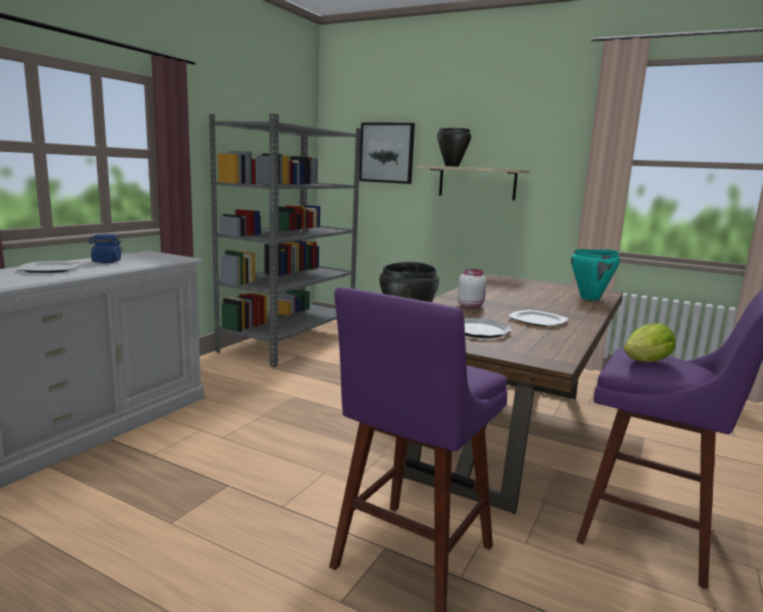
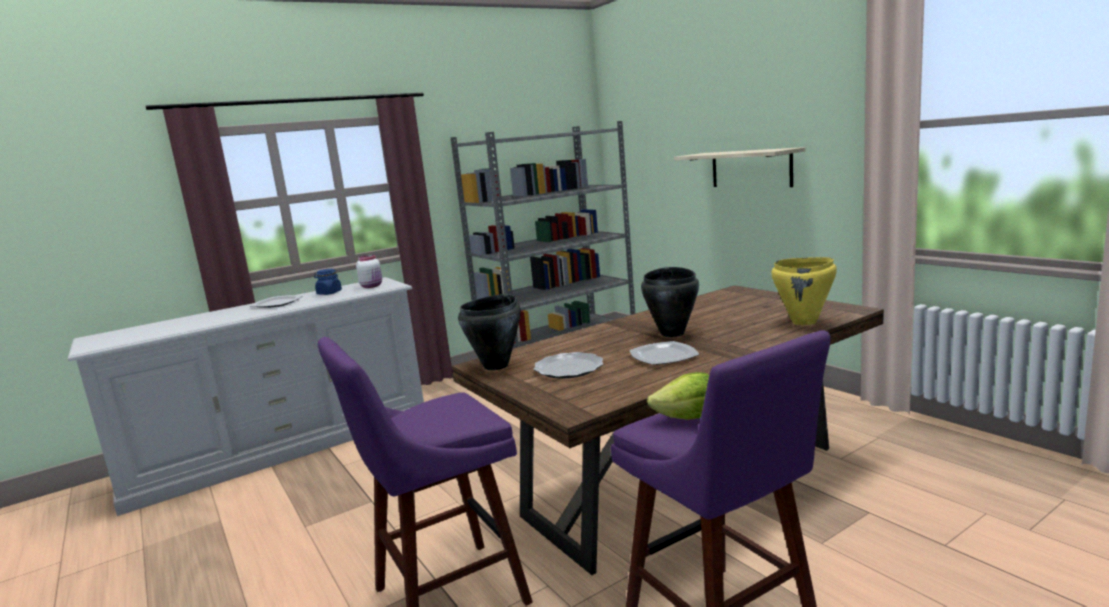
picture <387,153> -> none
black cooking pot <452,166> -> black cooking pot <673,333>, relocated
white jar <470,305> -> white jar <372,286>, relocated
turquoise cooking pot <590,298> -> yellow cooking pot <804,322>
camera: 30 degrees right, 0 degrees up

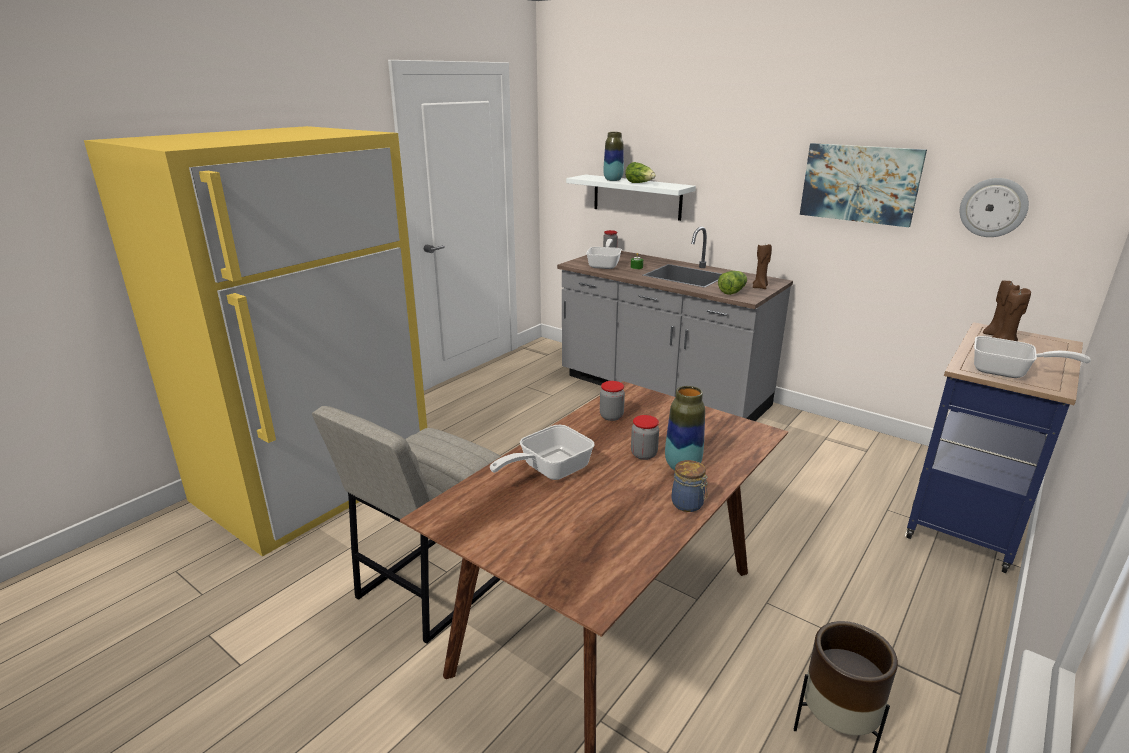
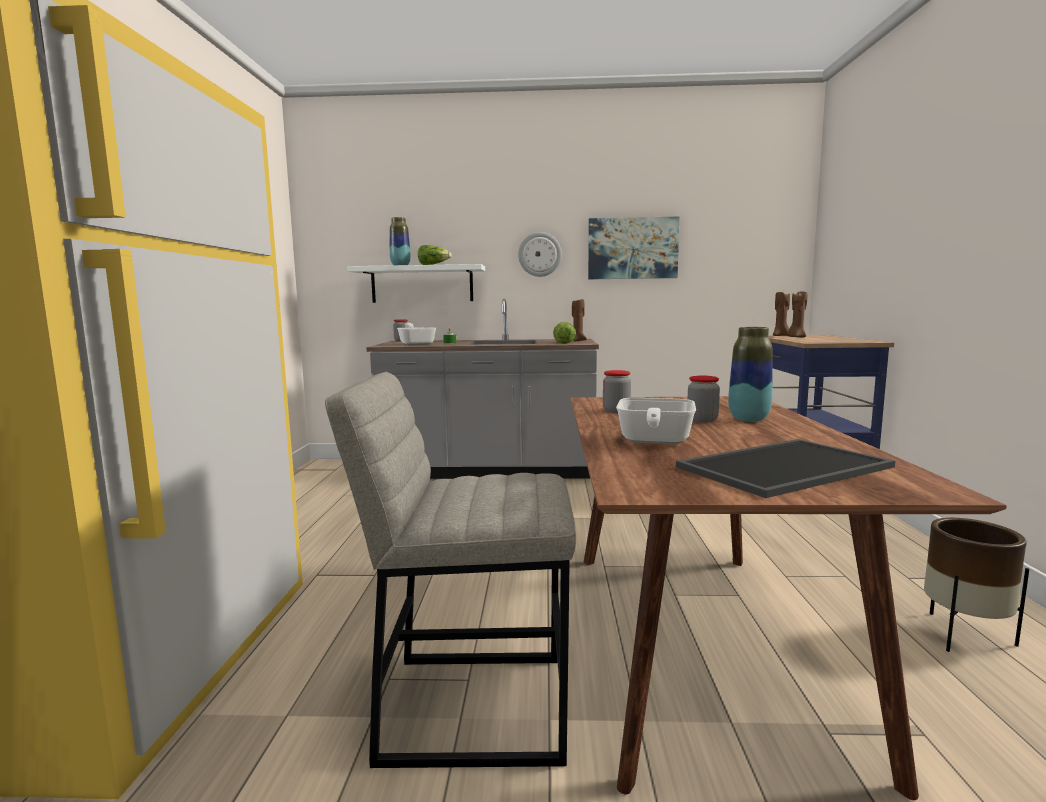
grey chair <429,588> -> grey chair <469,706>, 90 degrees clockwise
jar <688,504> -> none
wall clock <993,207> -> wall clock <539,254>, relocated
frying pan <1008,372> -> none
none -> tray <783,466>
camera: 35 degrees left, 15 degrees down

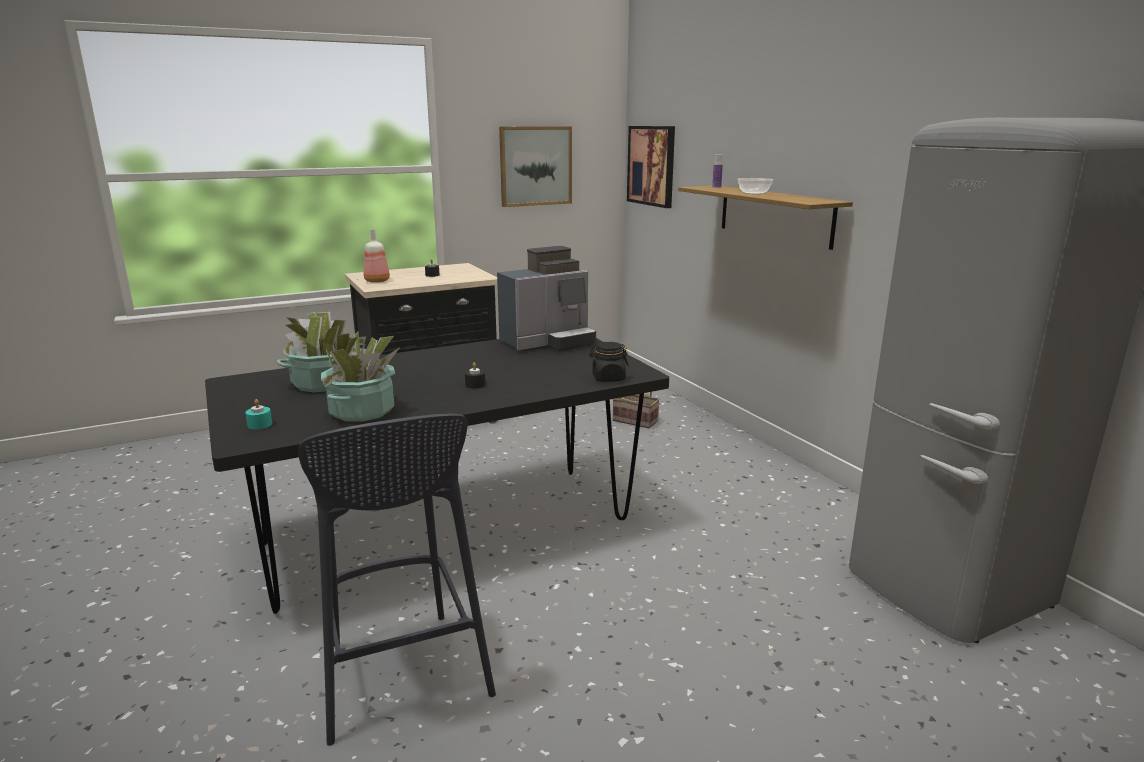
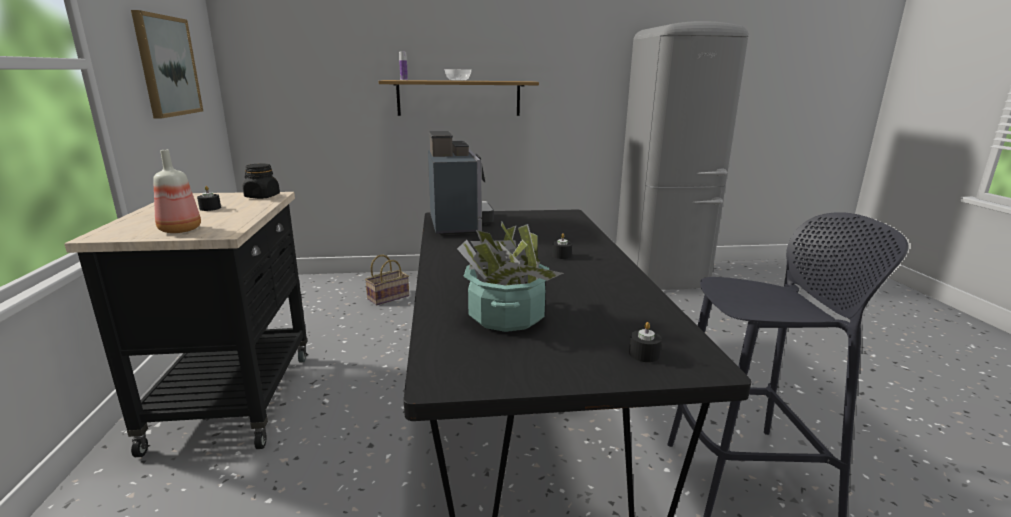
turquoise candle <260,424> -> black candle <644,354>
potted plant <362,411> -> none
black jar <608,378> -> black jar <262,196>, relocated
picture <651,165> -> none
camera: 70 degrees left, 0 degrees up

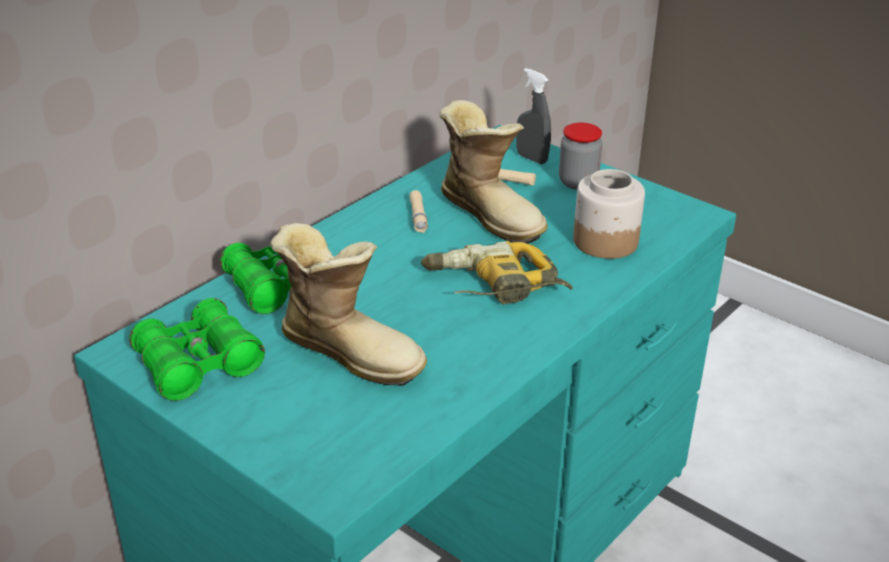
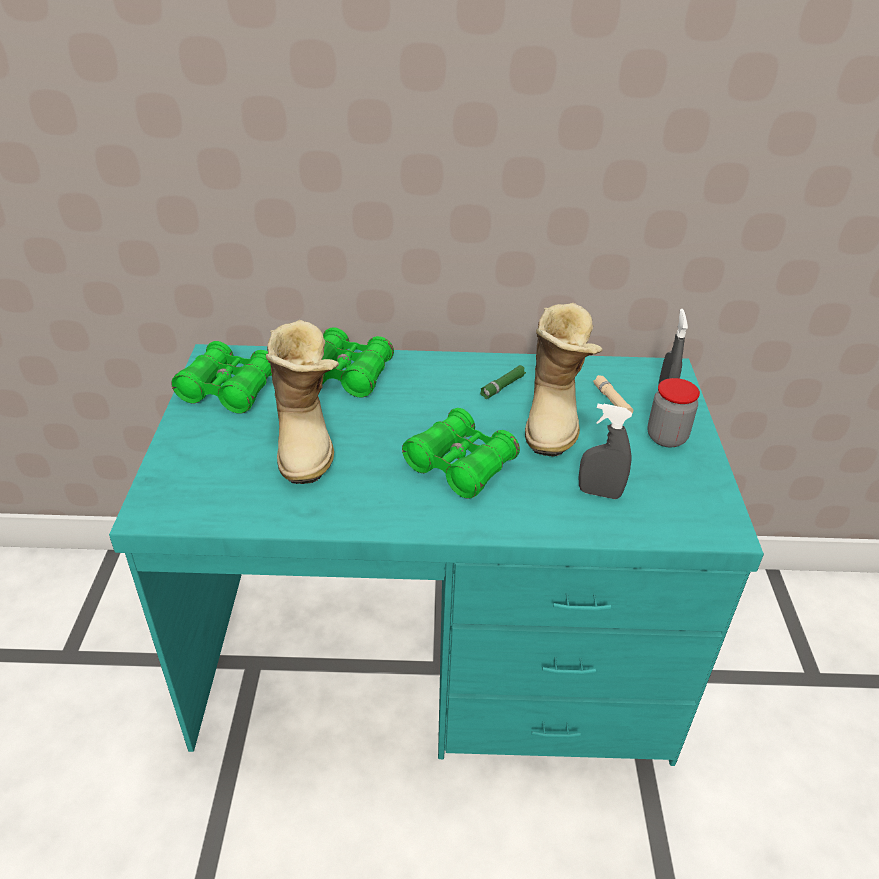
beige flashlight <418,216> -> green flashlight <502,386>
power drill <493,286> -> green binoculars <460,465>
jar <604,241> -> grey spray bottle <599,493>
camera: 50 degrees right, 5 degrees up

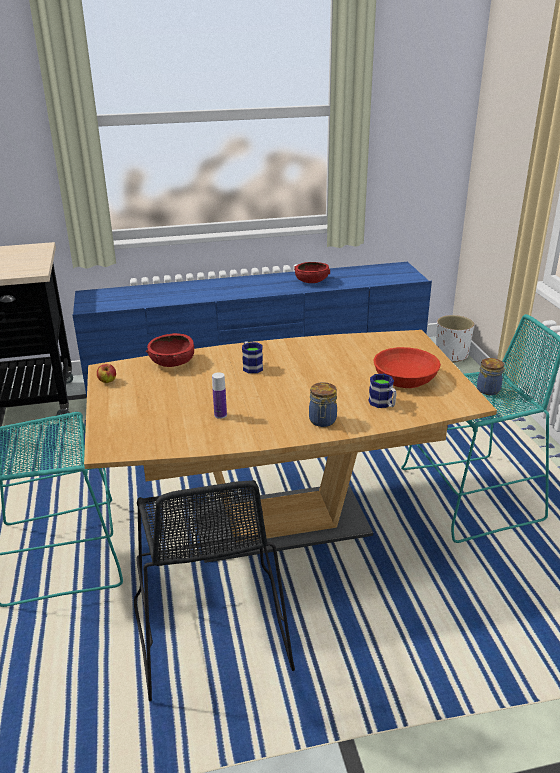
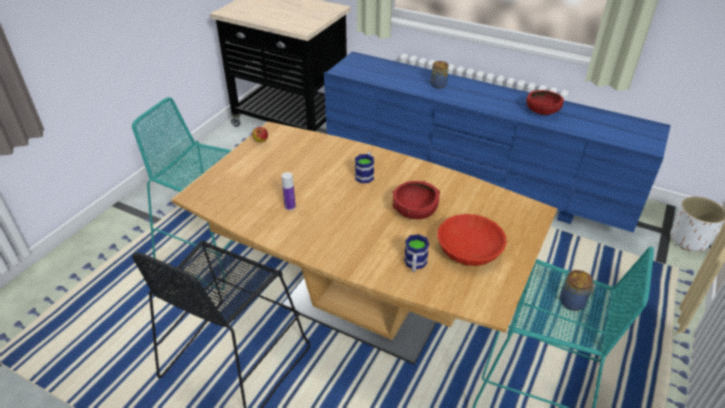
red bowl <172,362> -> red bowl <415,211>, relocated
jar <322,421> -> jar <438,85>, relocated
camera: 40 degrees right, 10 degrees up

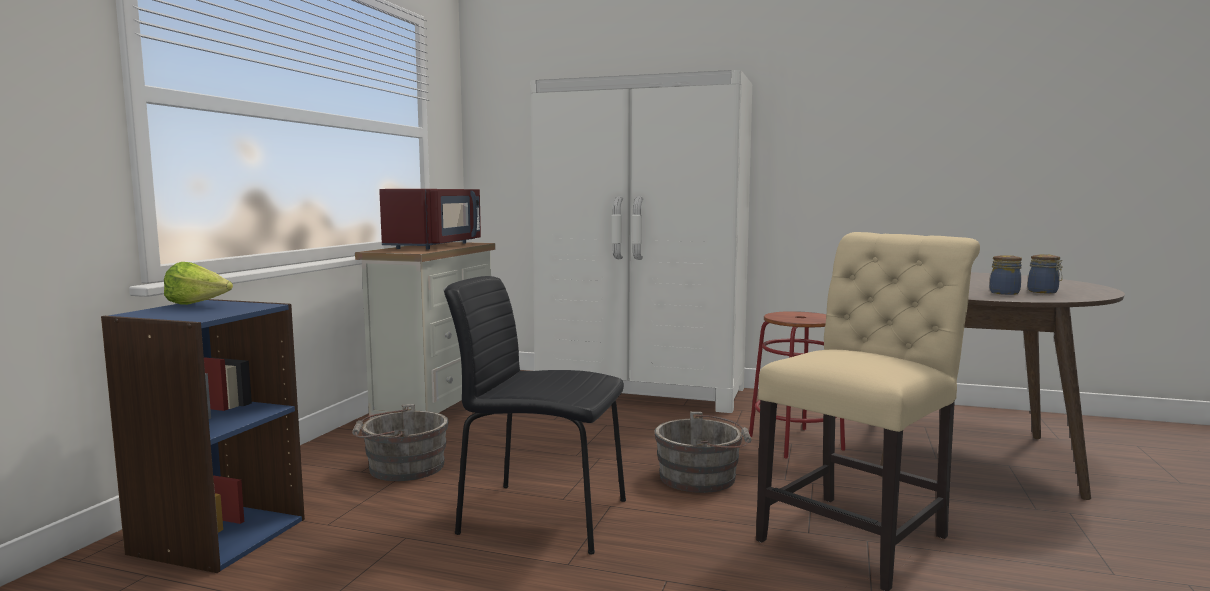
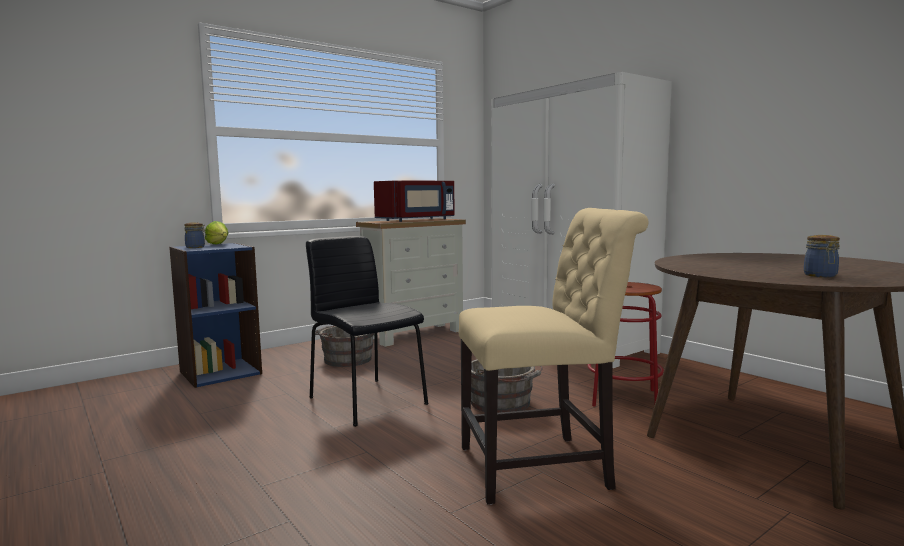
jar <1004,293> -> jar <196,247>, relocated
camera: 35 degrees right, 0 degrees up

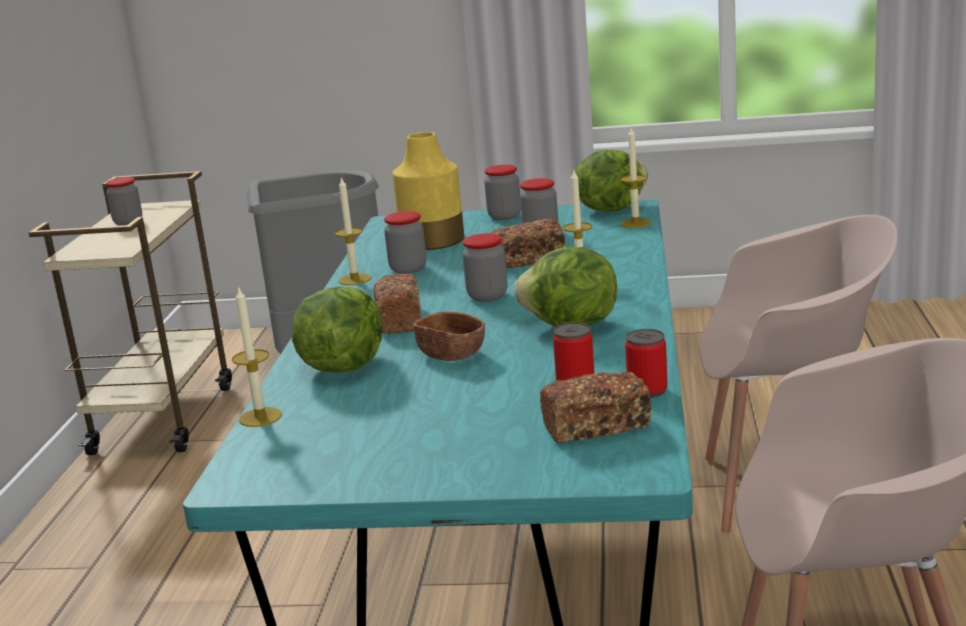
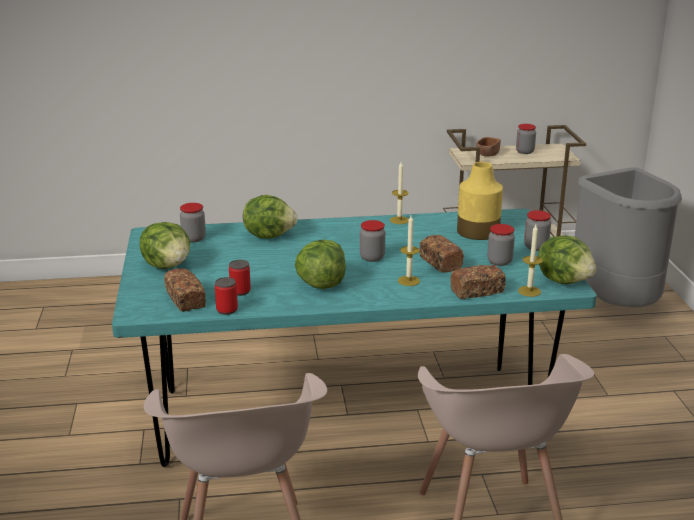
candle <260,417> -> none
bread <399,320> -> bread <477,291>, relocated
jar <408,269> -> jar <194,238>, relocated
brown bowl <451,354> -> brown bowl <487,154>, relocated
none -> lettuce <168,265>
camera: 75 degrees right, 5 degrees up

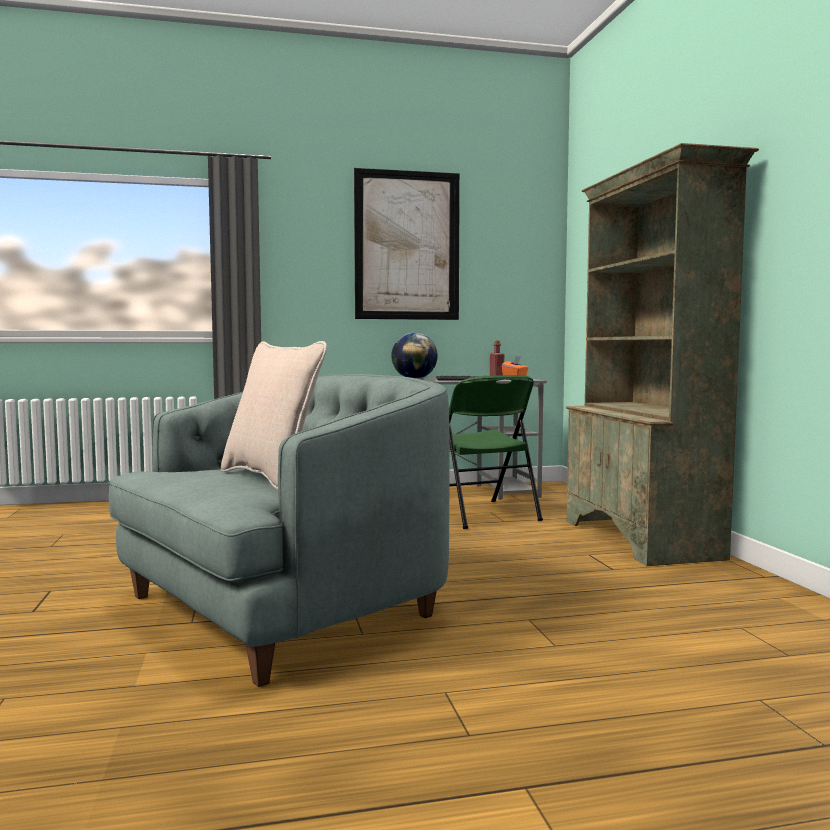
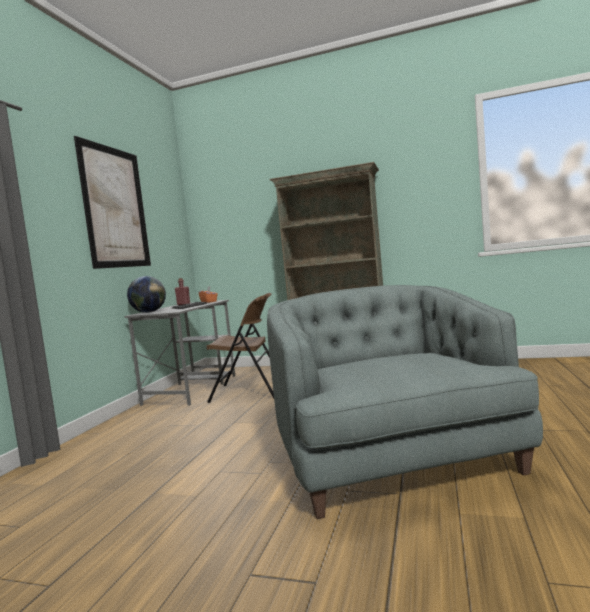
beige pillow <271,477> -> none
green chair <480,514> -> brown chair <248,391>
camera: 60 degrees left, 0 degrees up

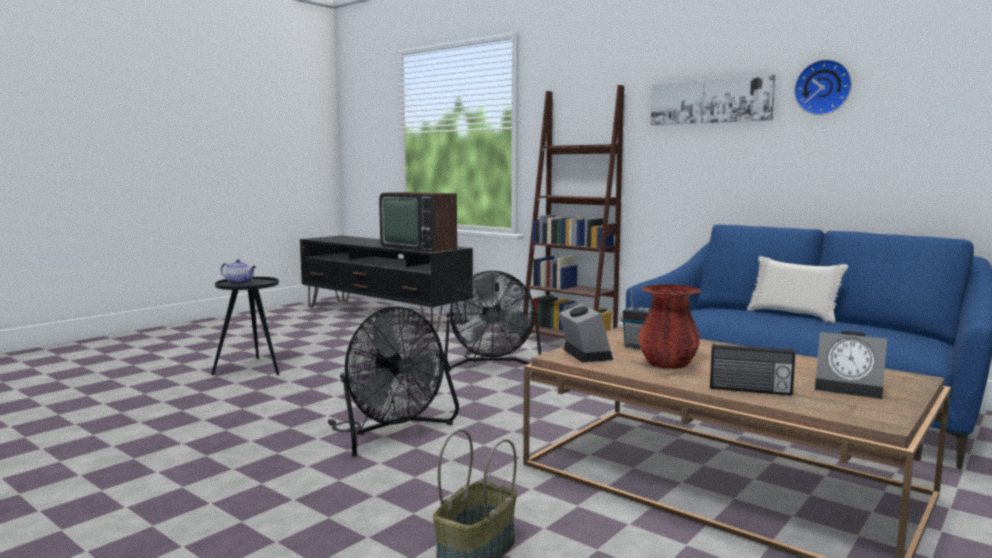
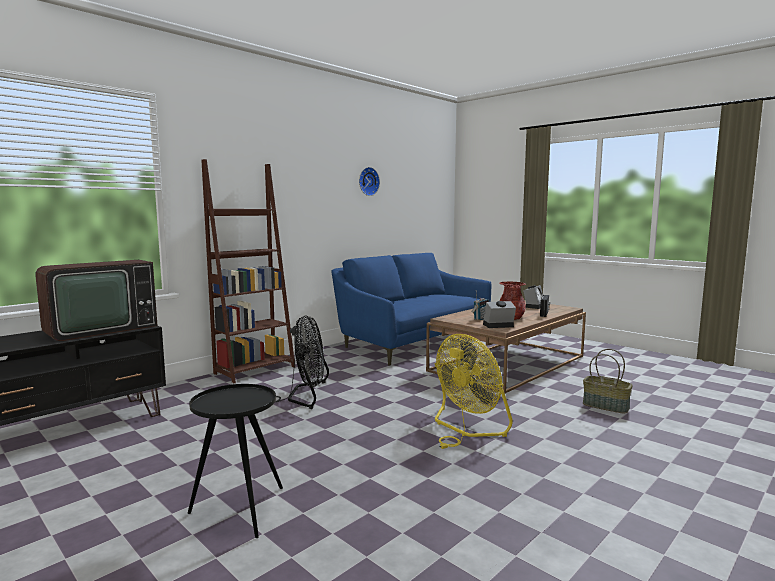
teapot <240,283> -> none
black fan <387,433> -> yellow fan <462,427>
picture <710,101> -> none
white pillow <792,315> -> none
camera: 85 degrees left, 0 degrees up

